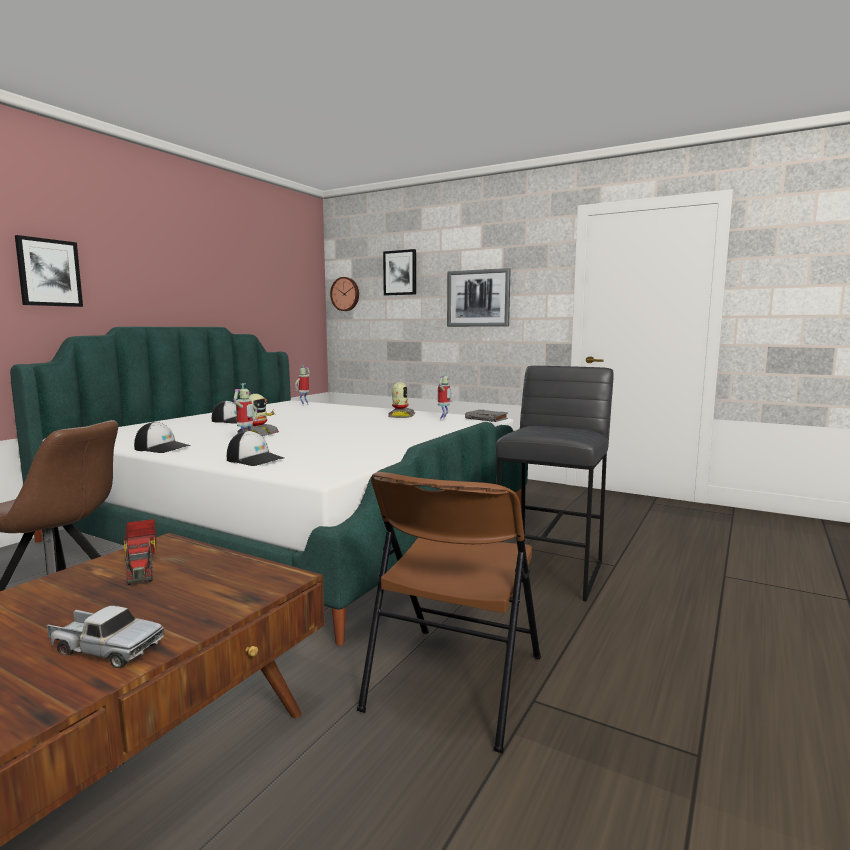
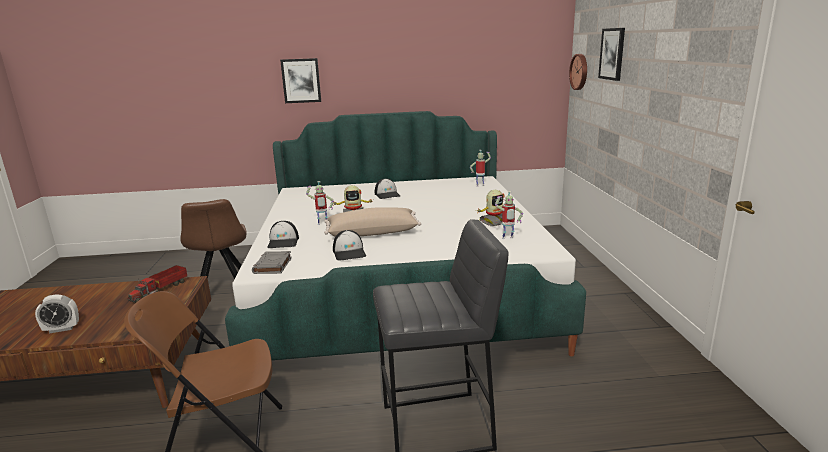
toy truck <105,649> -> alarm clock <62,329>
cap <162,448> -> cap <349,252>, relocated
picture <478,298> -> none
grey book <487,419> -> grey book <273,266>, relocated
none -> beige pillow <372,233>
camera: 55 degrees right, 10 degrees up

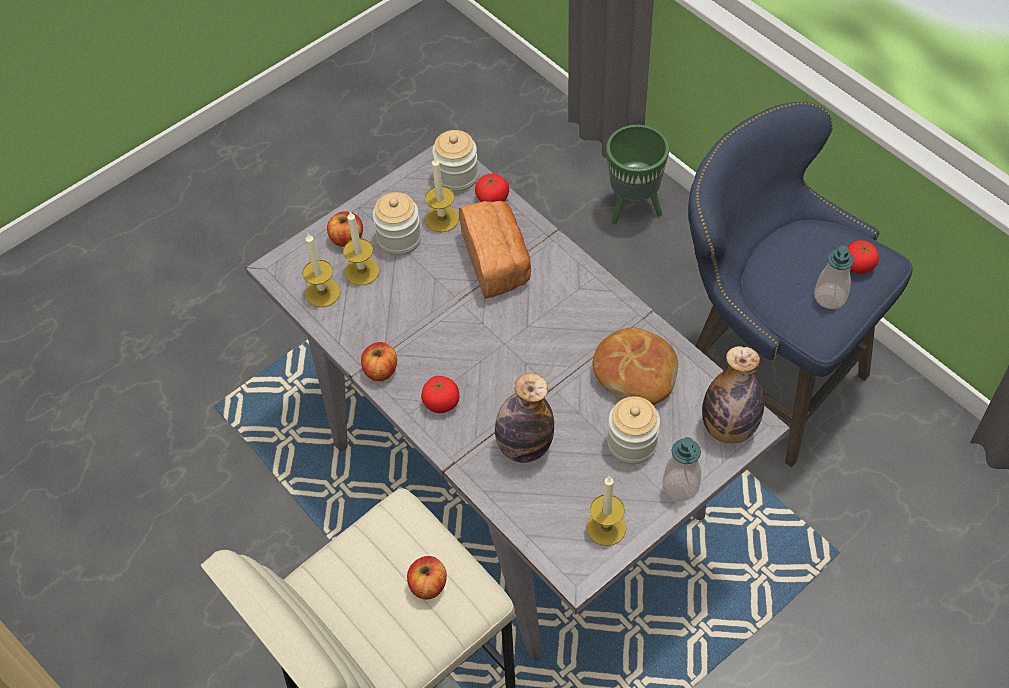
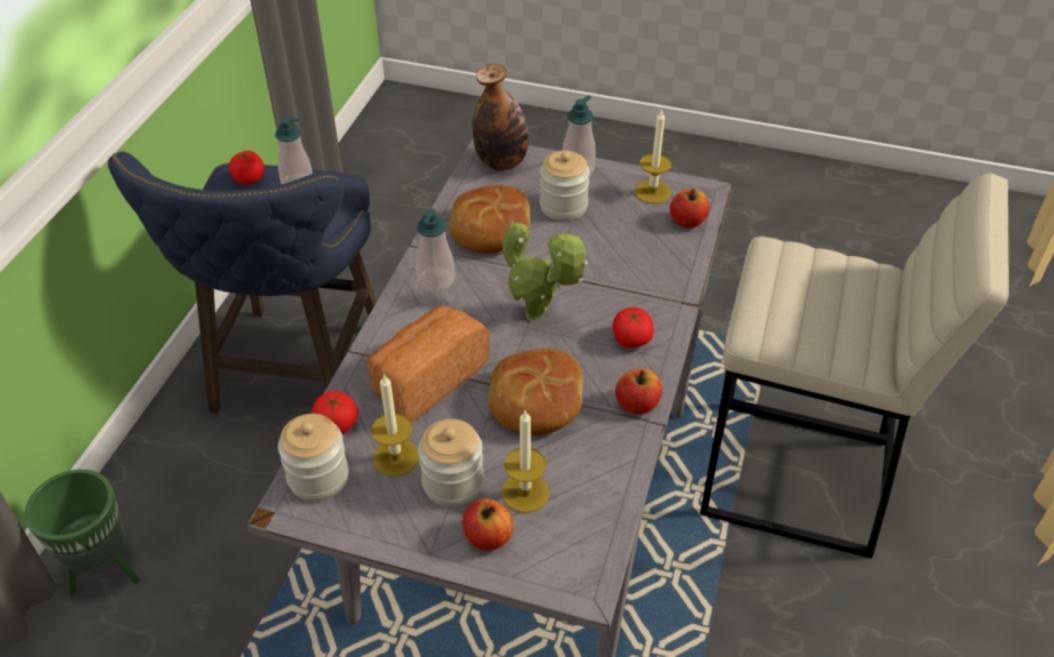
candle <322,292> -> none
apple <428,585> -> apple <687,221>, relocated
bottle <524,446> -> none
none -> soap dispenser <436,280>
none -> bread <535,402>
none -> potted plant <539,317>
camera: 125 degrees left, 10 degrees down

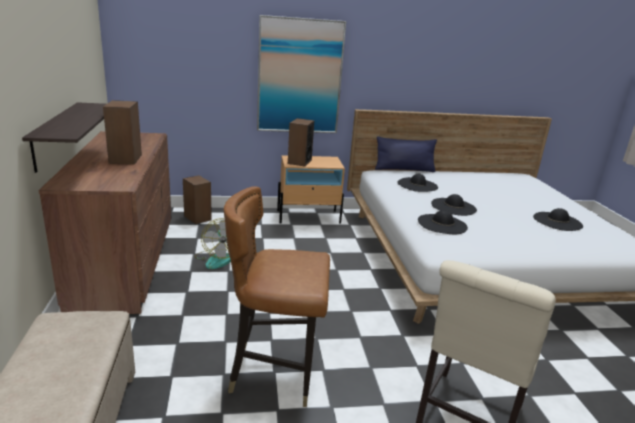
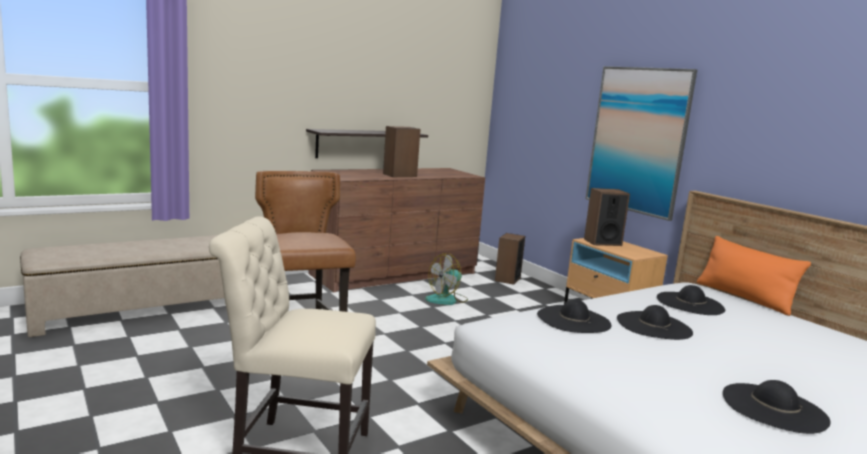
blue pillow <404,169> -> orange pillow <744,297>
camera: 65 degrees right, 10 degrees down

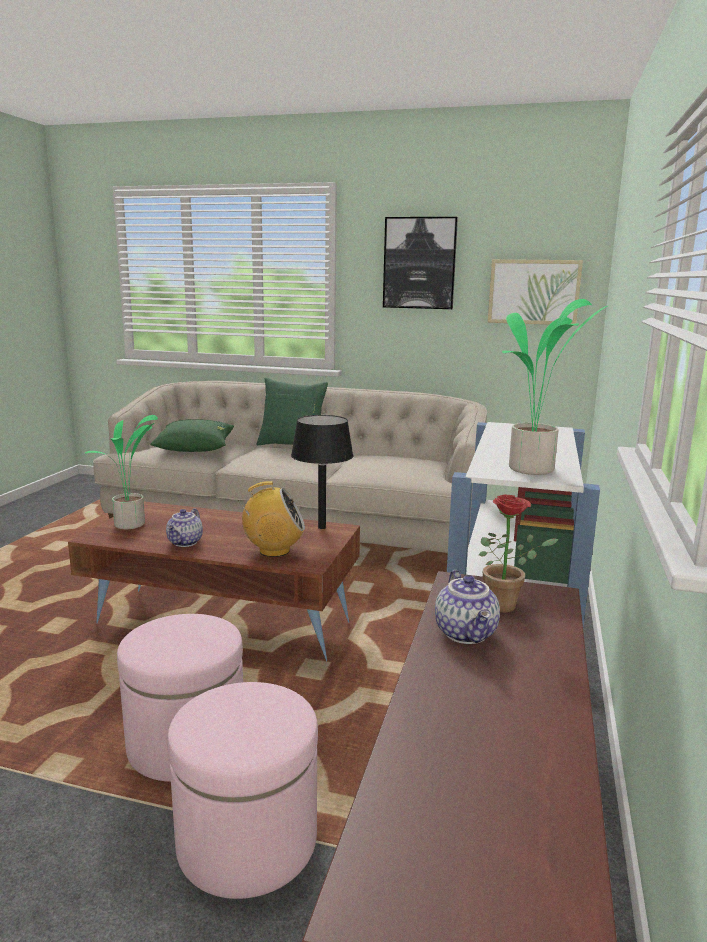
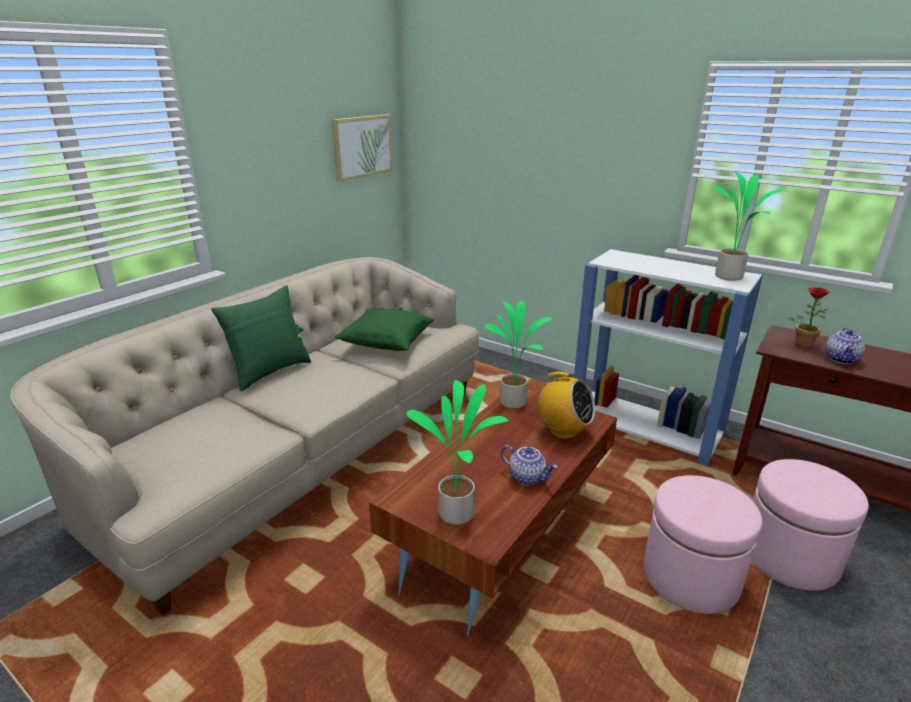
green pillow <194,448> -> green pillow <387,342>, relocated
radio <274,551> -> radio <563,431>, 105 degrees clockwise
black table lamp <321,527> -> potted plant <513,401>
picture <419,263> -> none
teapot <467,634> -> teapot <842,359>, 105 degrees clockwise
camera: 70 degrees left, 10 degrees up

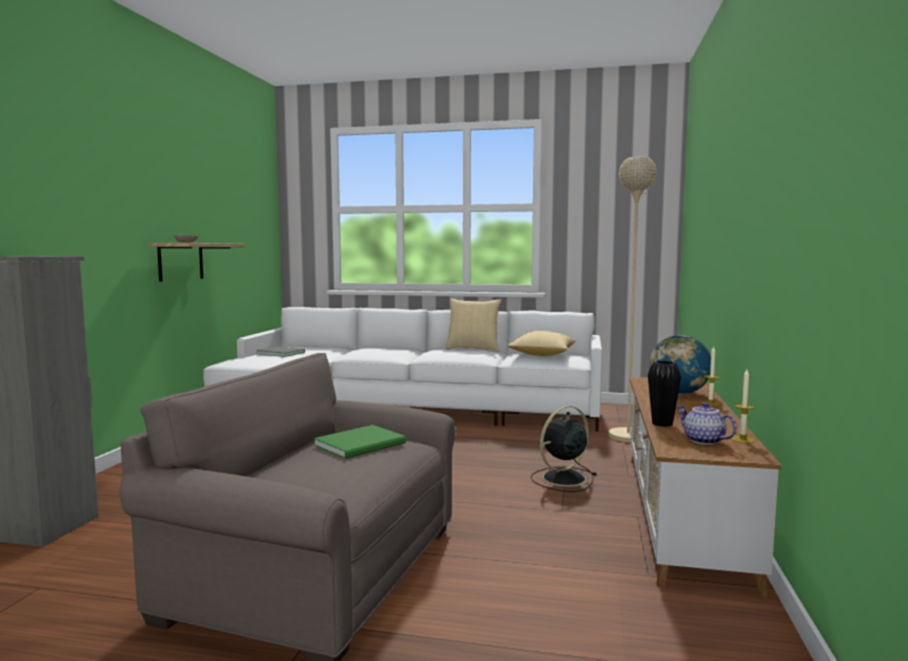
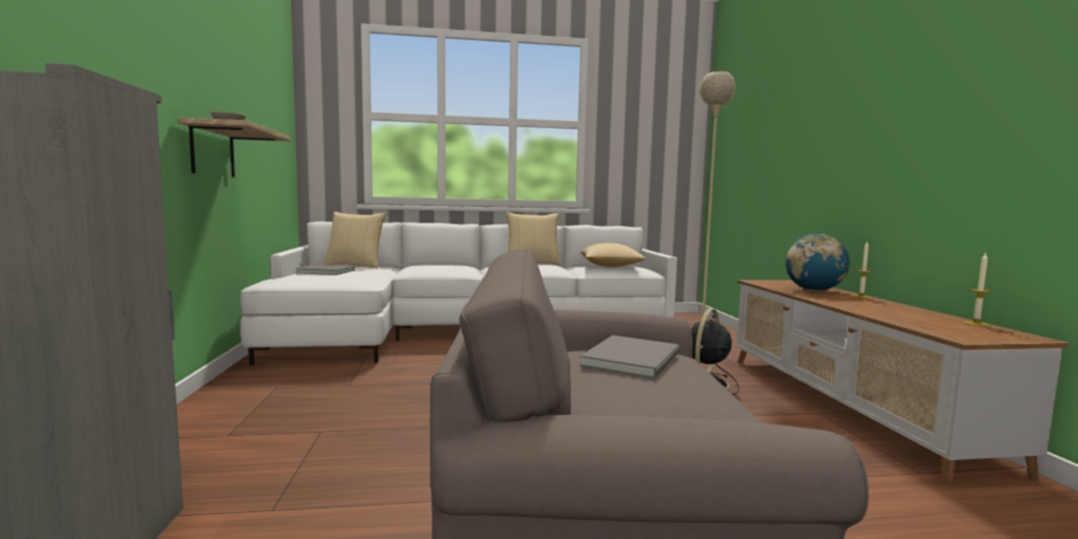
green book <363,444> -> grey book <635,359>
black vase <662,424> -> none
teapot <703,441> -> none
none -> pillow <355,266>
camera: 20 degrees left, 0 degrees up

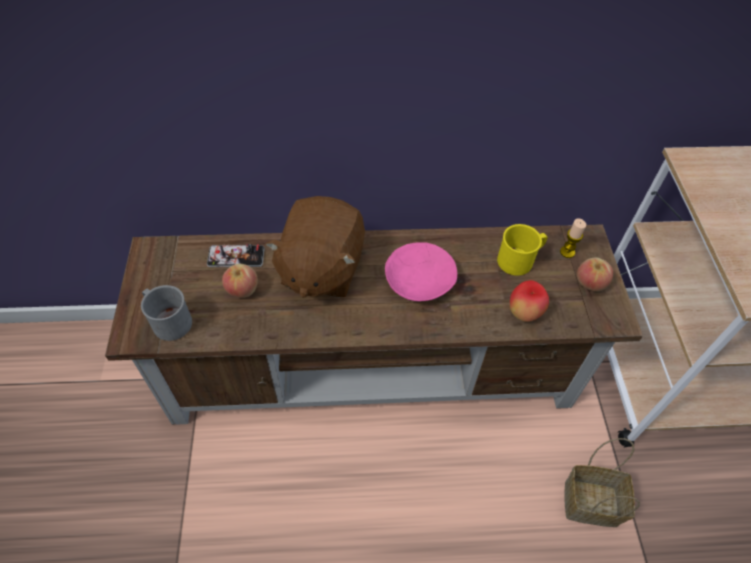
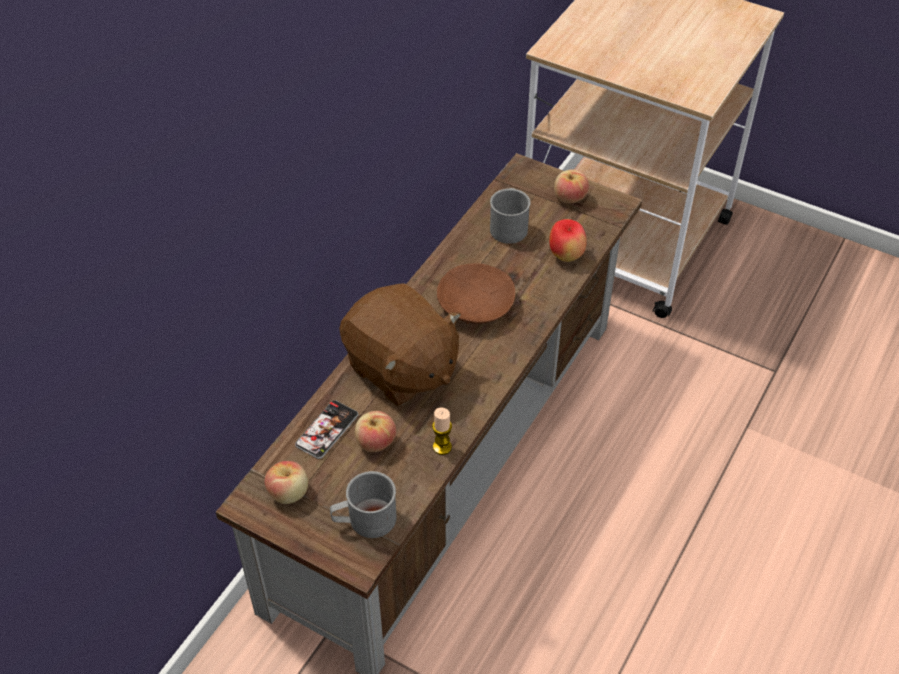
pink bowl <418,280> -> brown bowl <475,305>
yellow mug <520,259> -> grey mug <509,226>
candle <567,252> -> candle <442,447>, relocated
basket <592,502> -> none
none -> apple <289,493>
camera: 55 degrees left, 5 degrees down

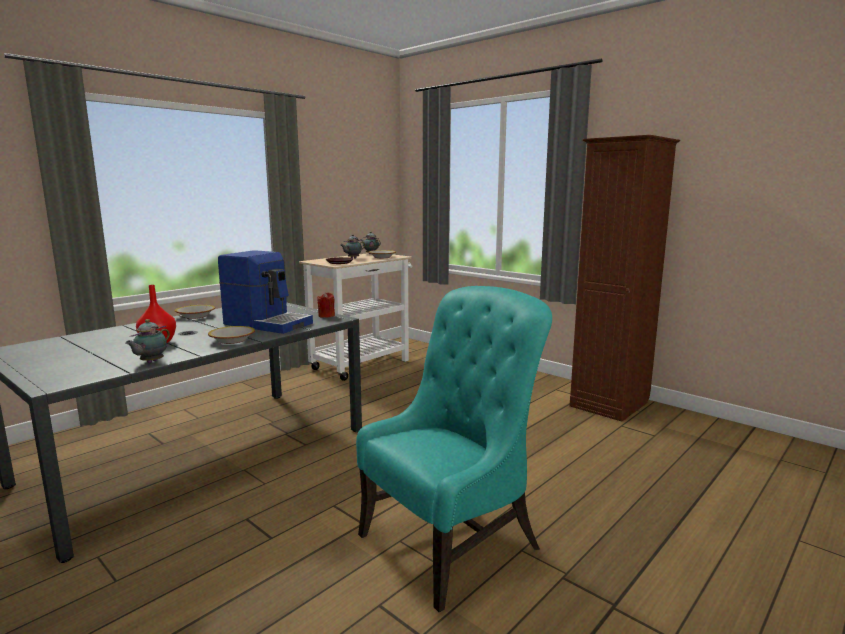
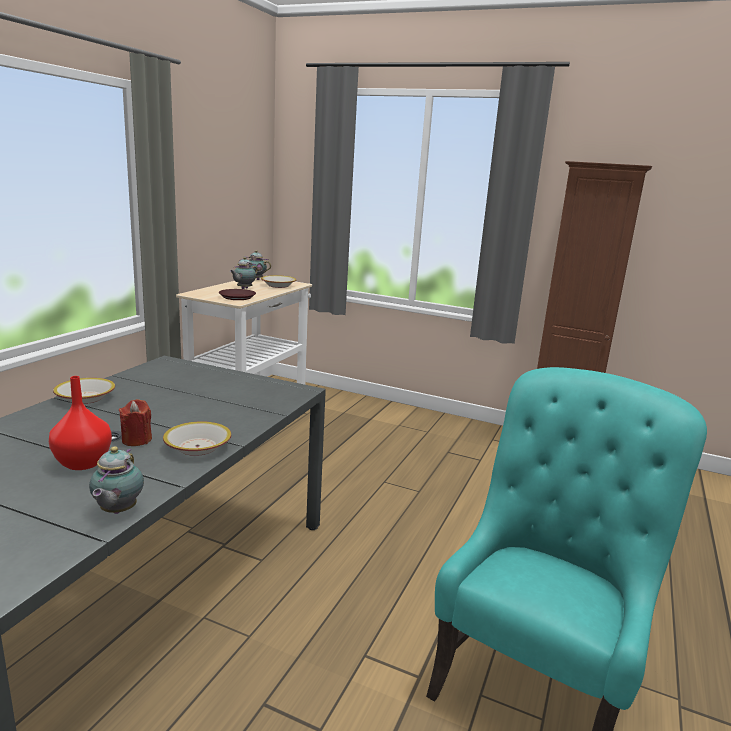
coffee machine <268,323> -> none
red candle <326,316> -> red candle <137,440>, relocated
camera: 20 degrees left, 5 degrees up

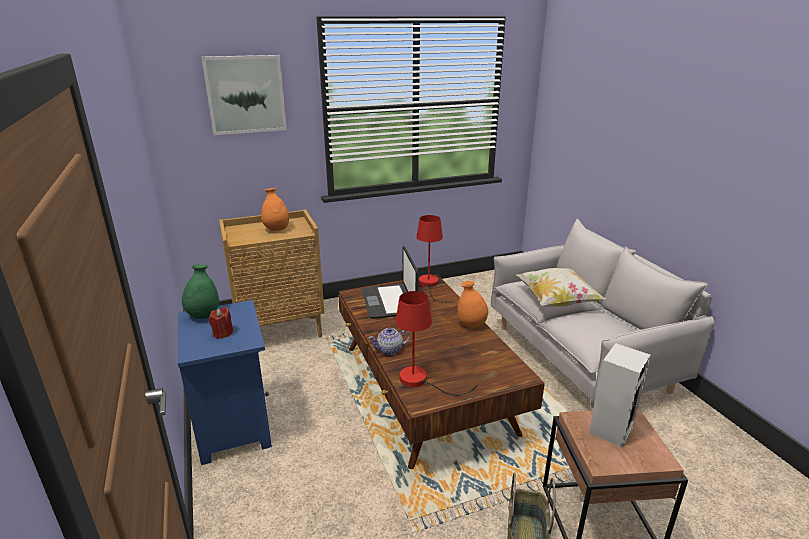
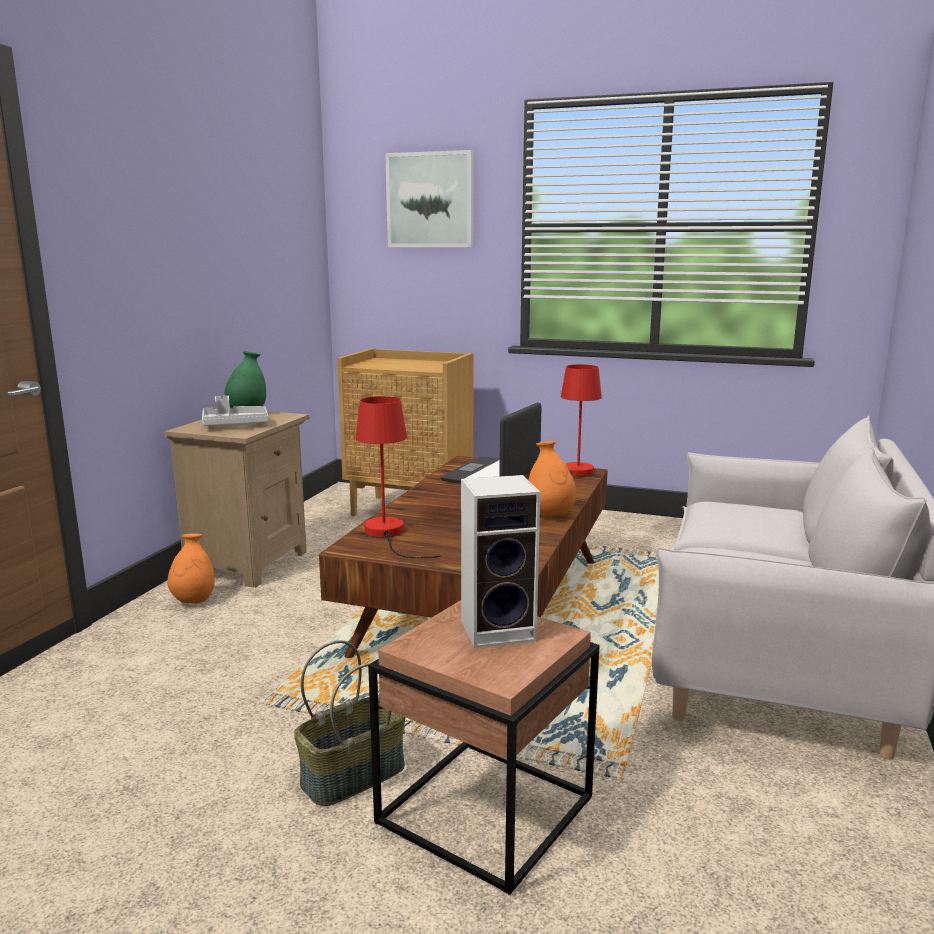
blue nightstand <236,427> -> beige nightstand <251,563>
red candle <223,333> -> grey tray <235,425>
orange vase <276,230> -> orange vase <193,601>, relocated
teapot <390,350> -> none
pillow <556,301> -> none
camera: 40 degrees right, 10 degrees down

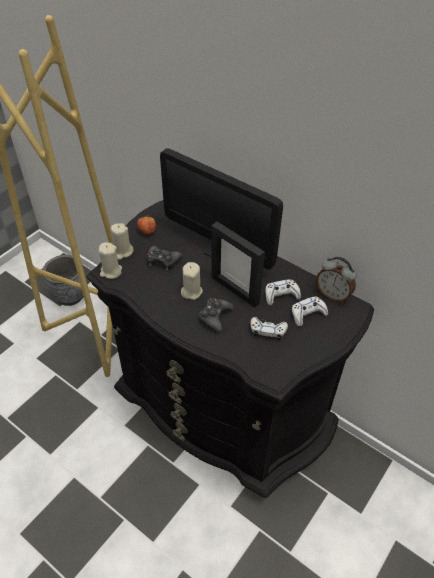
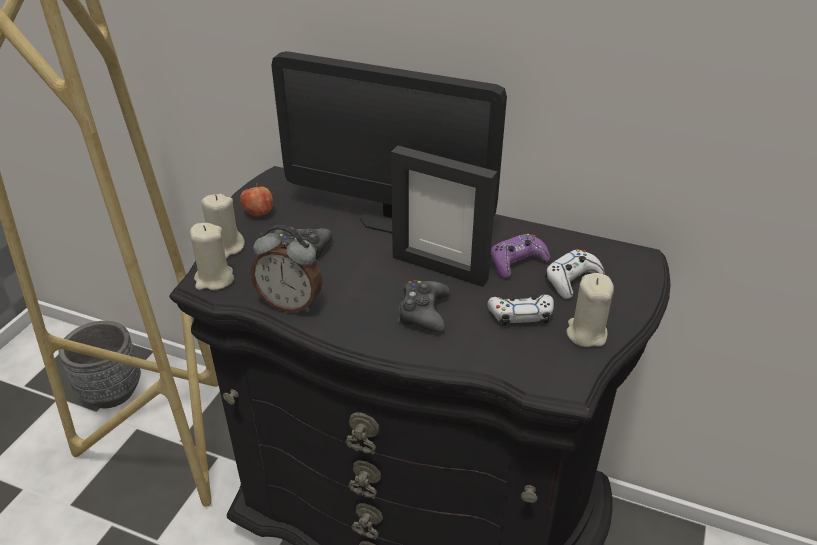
beige candle <191,291> -> beige candle <586,333>, relocated
white game controller <281,295> -> purple game controller <517,262>
alarm clock <333,295> -> alarm clock <290,303>, relocated
camera: 15 degrees left, 10 degrees down

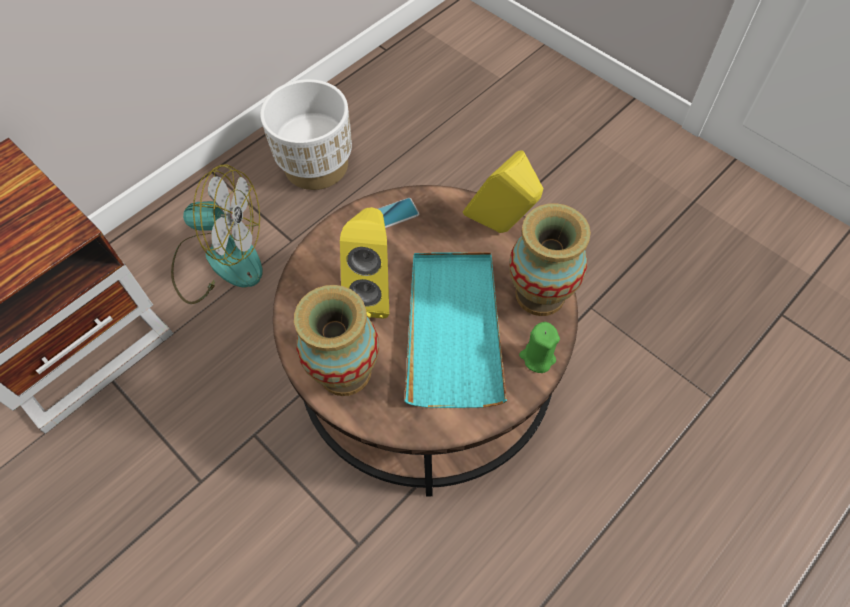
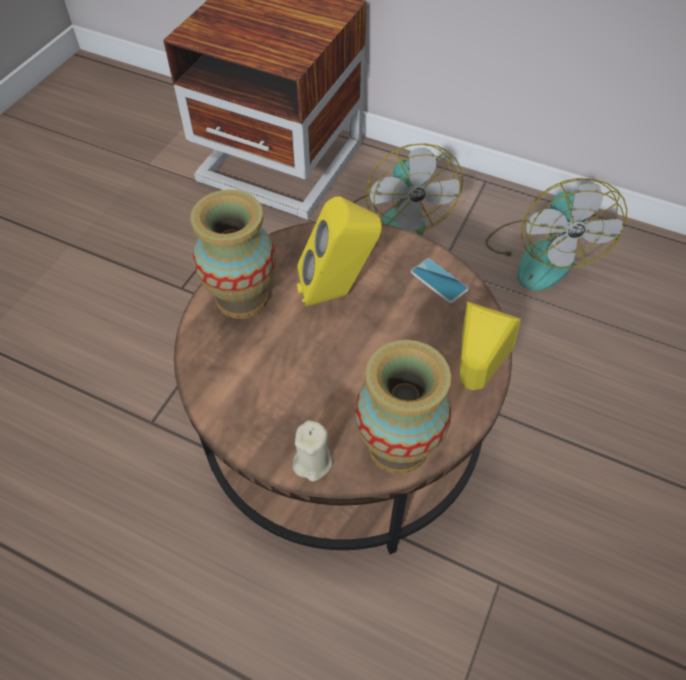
white planter <316,165> -> fan <541,254>
turquoise tray <453,329> -> none
green candle <537,357> -> beige candle <312,462>
camera: 70 degrees right, 5 degrees down

